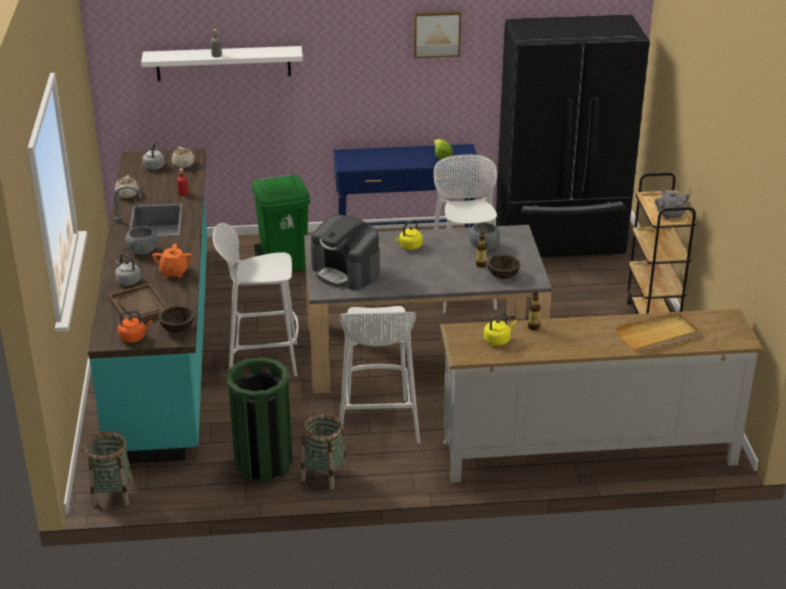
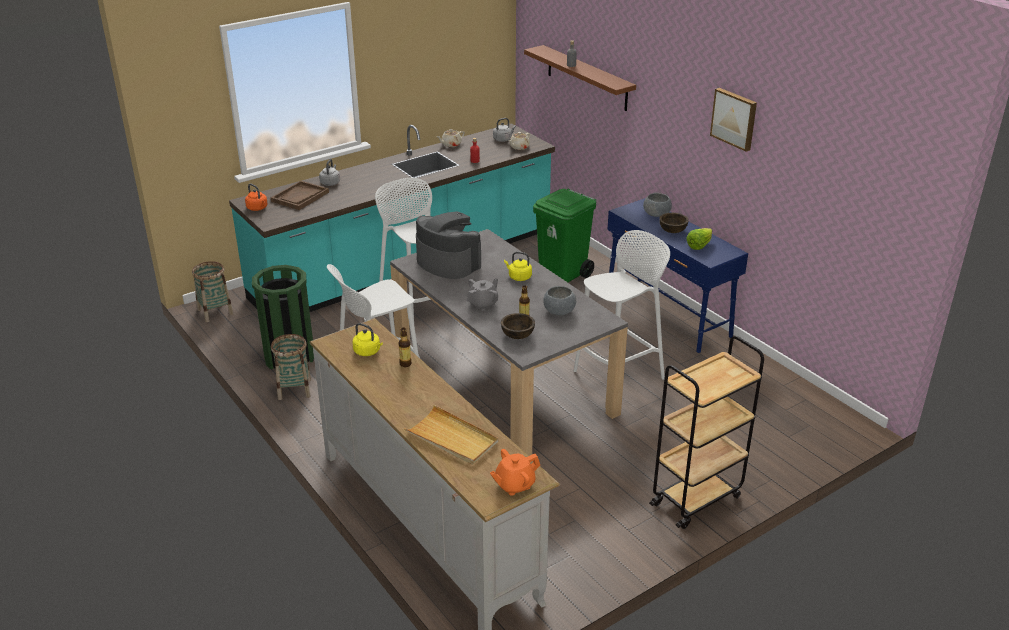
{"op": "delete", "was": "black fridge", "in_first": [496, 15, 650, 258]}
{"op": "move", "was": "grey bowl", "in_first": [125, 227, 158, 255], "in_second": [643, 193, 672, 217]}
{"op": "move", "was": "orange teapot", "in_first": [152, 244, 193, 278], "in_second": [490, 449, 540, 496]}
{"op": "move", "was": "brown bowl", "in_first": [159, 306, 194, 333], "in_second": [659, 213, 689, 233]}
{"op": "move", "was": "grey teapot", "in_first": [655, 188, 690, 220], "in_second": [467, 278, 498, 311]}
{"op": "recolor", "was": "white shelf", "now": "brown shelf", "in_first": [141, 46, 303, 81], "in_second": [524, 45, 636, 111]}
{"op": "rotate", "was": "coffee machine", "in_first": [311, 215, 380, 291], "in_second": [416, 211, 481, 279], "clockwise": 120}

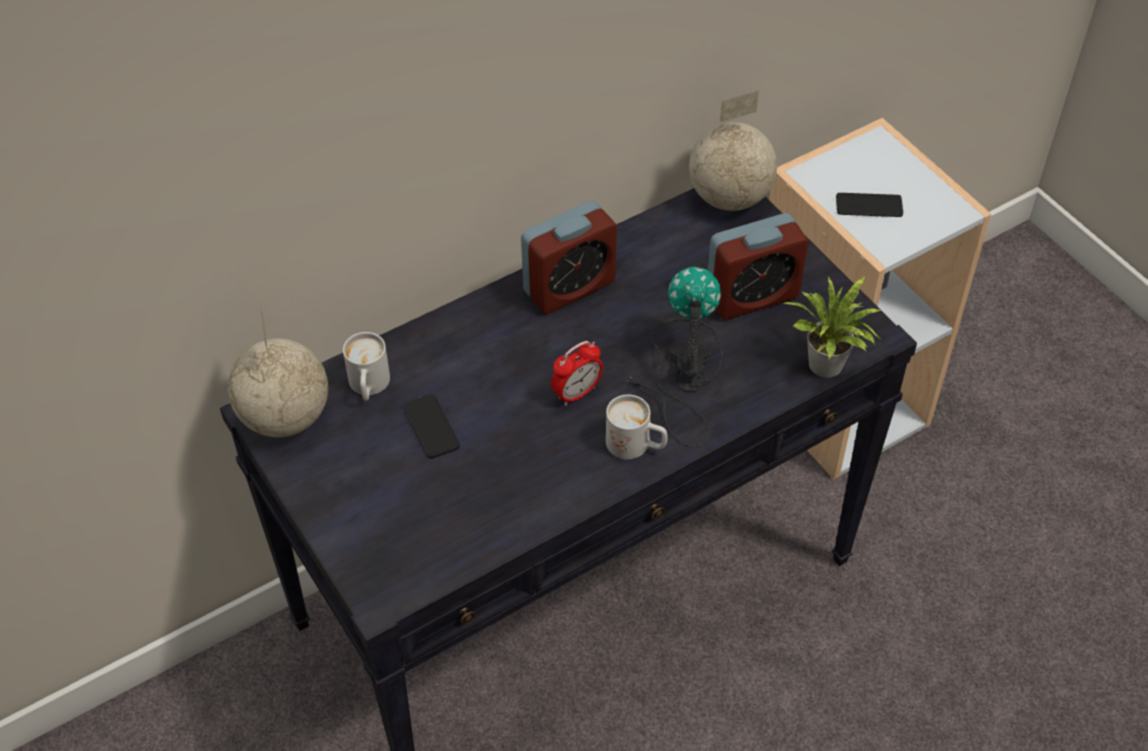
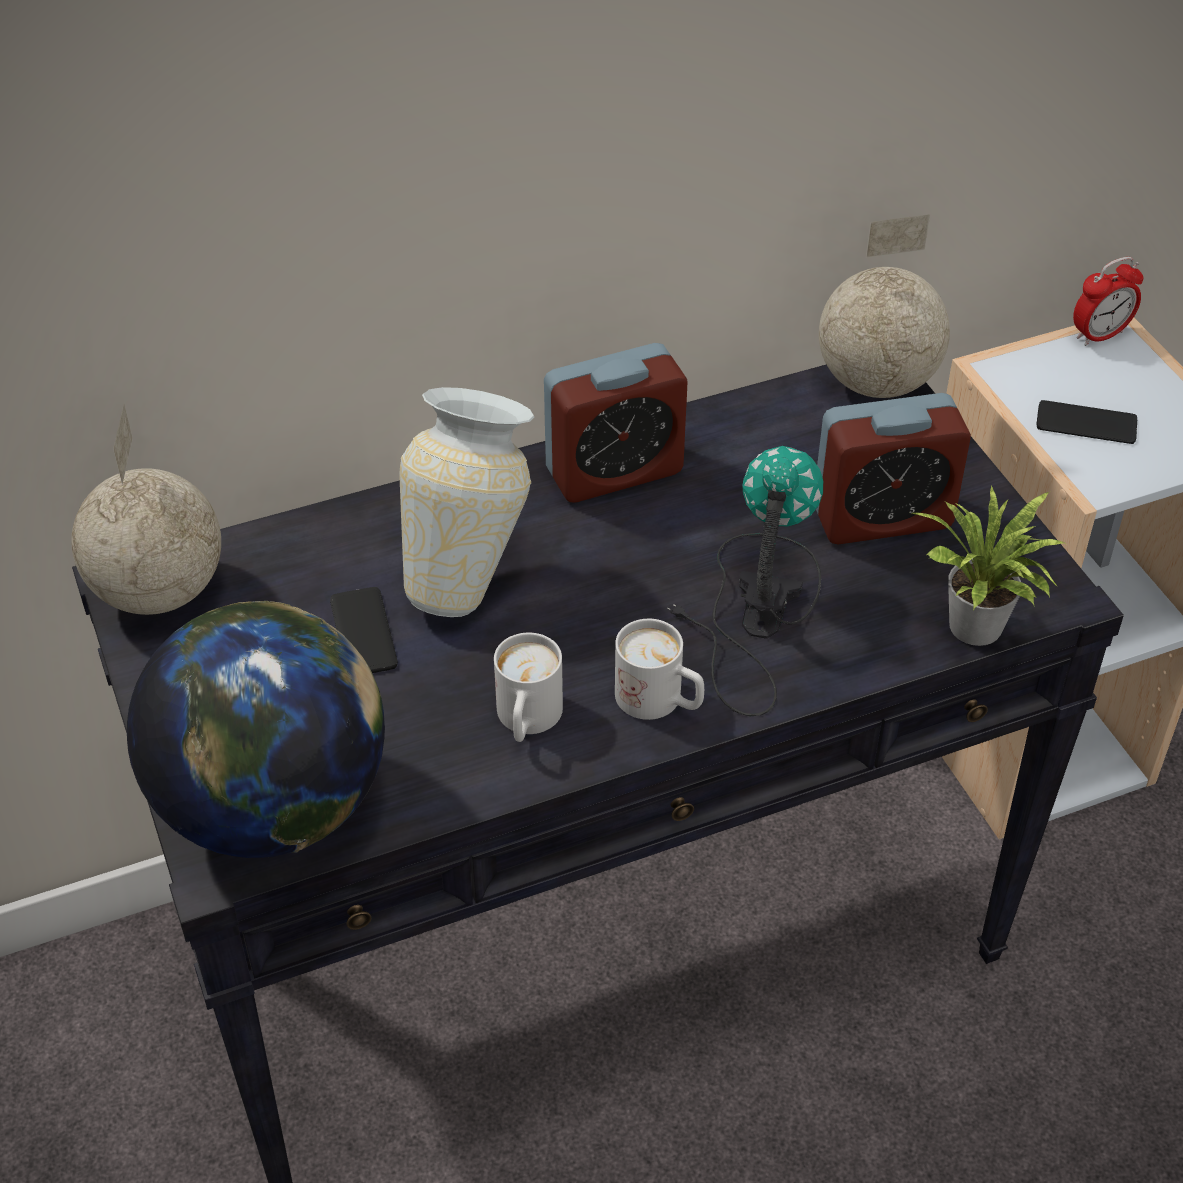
{"op": "insert", "now": "globe", "in_second": [127, 601, 385, 858]}
{"op": "insert", "now": "vase", "in_second": [399, 387, 534, 617]}
{"op": "move", "was": "white mug", "in_first": [343, 332, 390, 401], "in_second": [494, 632, 563, 742]}
{"op": "move", "was": "alarm clock", "in_first": [551, 341, 603, 406], "in_second": [1073, 257, 1143, 346]}

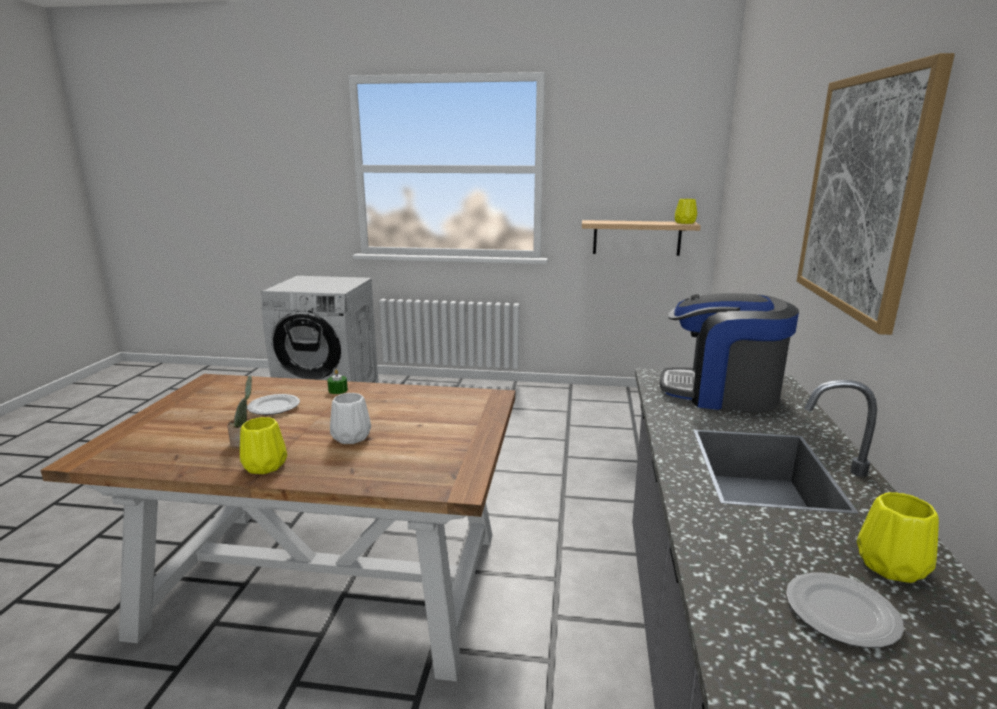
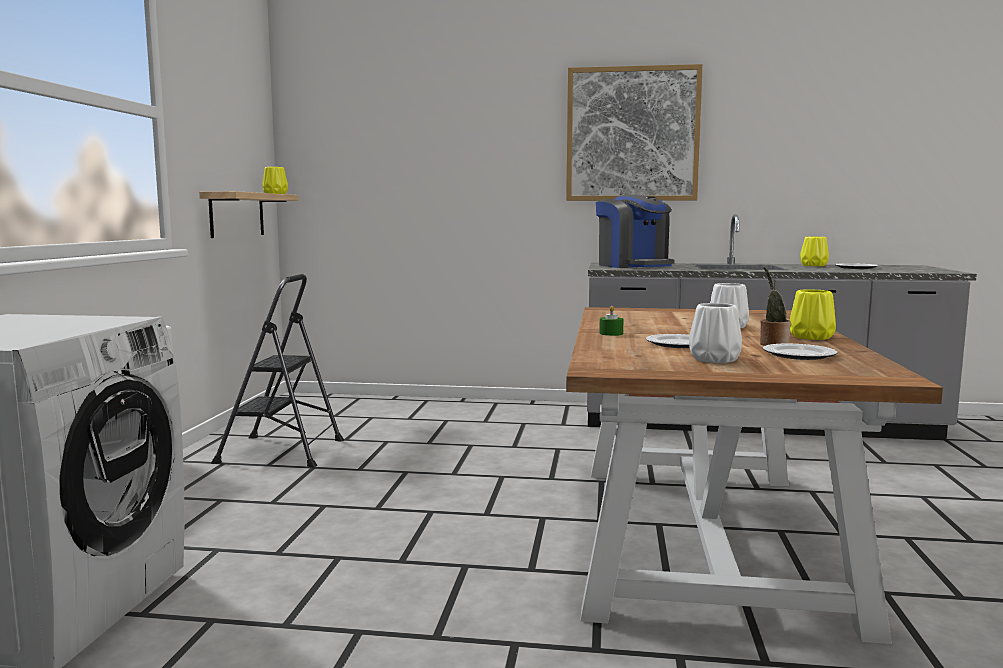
{"op": "insert", "now": "black step ladder", "in_second": [211, 274, 344, 467]}
{"op": "insert", "now": "white vase", "in_second": [689, 303, 742, 363]}
{"op": "insert", "now": "plate", "in_second": [763, 343, 837, 360]}
{"op": "rotate", "was": "coffee machine", "in_first": [660, 293, 799, 412], "in_second": [596, 195, 674, 268], "clockwise": -45}

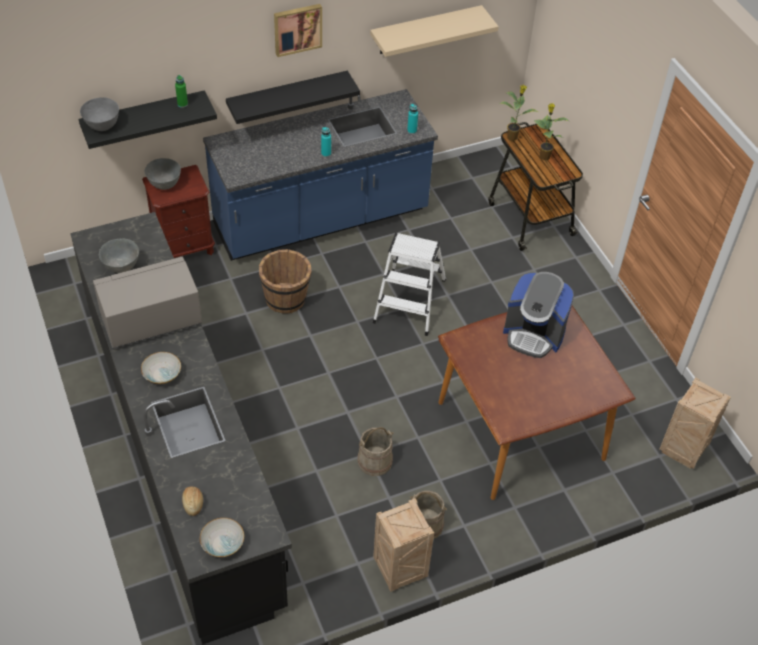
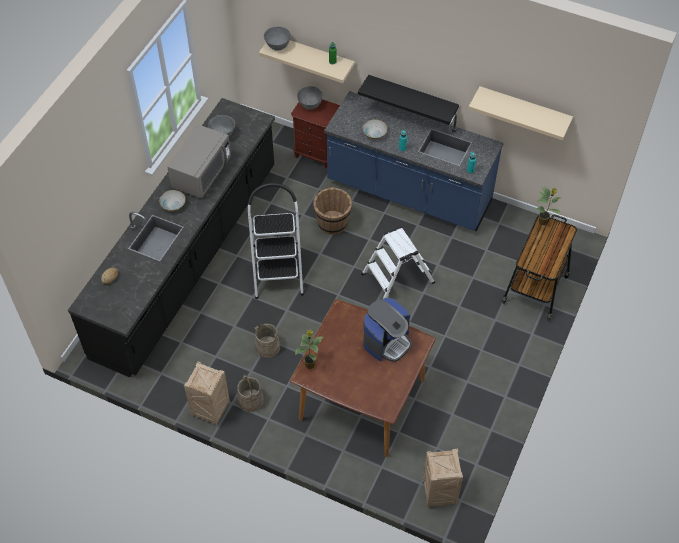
{"op": "delete", "was": "picture", "in_first": [274, 4, 322, 57]}
{"op": "insert", "now": "step ladder", "in_second": [248, 183, 304, 299]}
{"op": "move", "was": "bowl", "in_first": [200, 518, 244, 557], "in_second": [362, 119, 388, 139]}
{"op": "move", "was": "potted plant", "in_first": [534, 103, 569, 160], "in_second": [295, 330, 323, 369]}
{"op": "recolor", "was": "black shelf", "now": "beige shelf", "in_first": [79, 90, 217, 149], "in_second": [259, 40, 355, 83]}
{"op": "rotate", "was": "grey microwave", "in_first": [93, 257, 202, 349], "in_second": [167, 125, 231, 198], "clockwise": 90}
{"op": "rotate", "was": "coffee machine", "in_first": [503, 272, 574, 358], "in_second": [363, 298, 412, 362], "clockwise": -120}

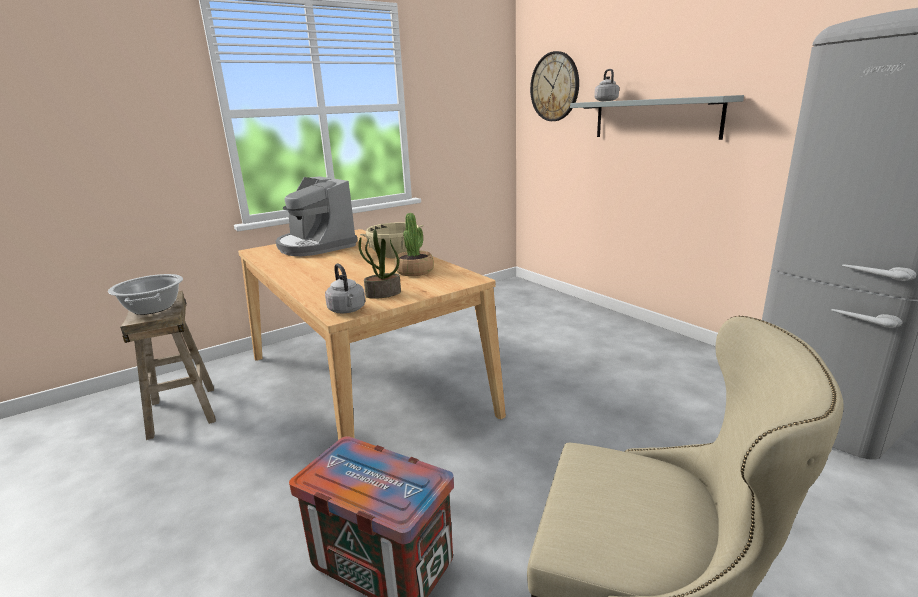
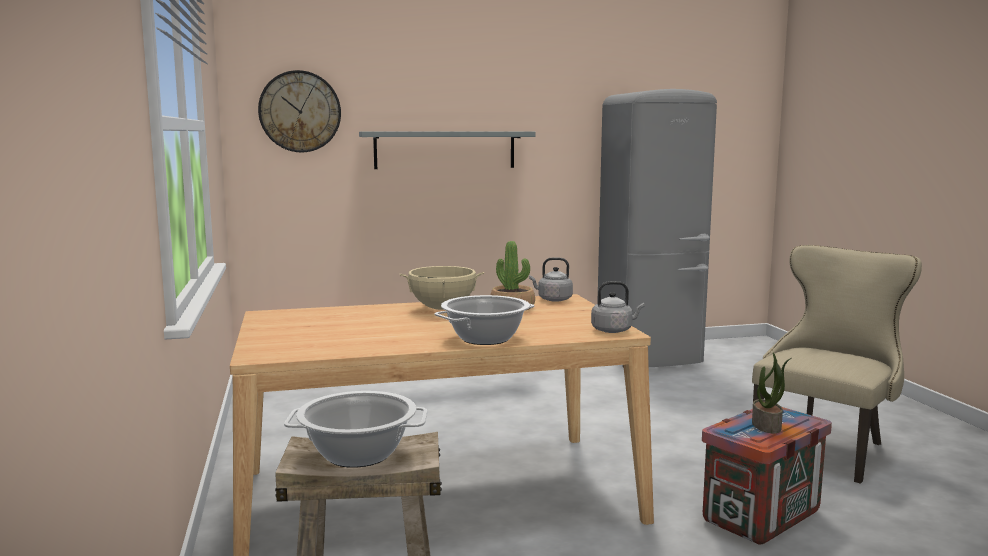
{"op": "delete", "was": "coffee machine", "in_first": [276, 176, 358, 256]}
{"op": "insert", "now": "cooking pot", "in_second": [435, 295, 535, 345]}
{"op": "move", "was": "potted plant", "in_first": [358, 230, 401, 299], "in_second": [752, 353, 791, 433]}
{"op": "move", "was": "grey kettle", "in_first": [594, 69, 619, 101], "in_second": [529, 257, 573, 302]}

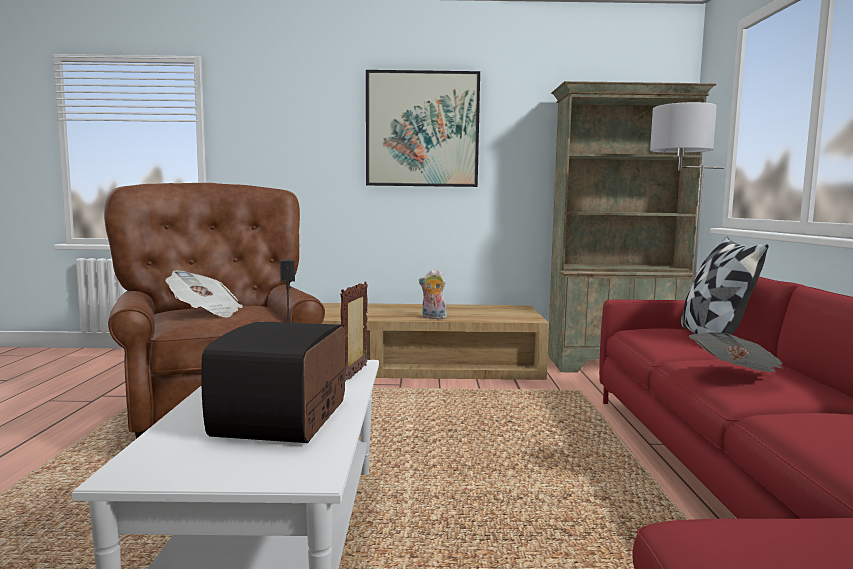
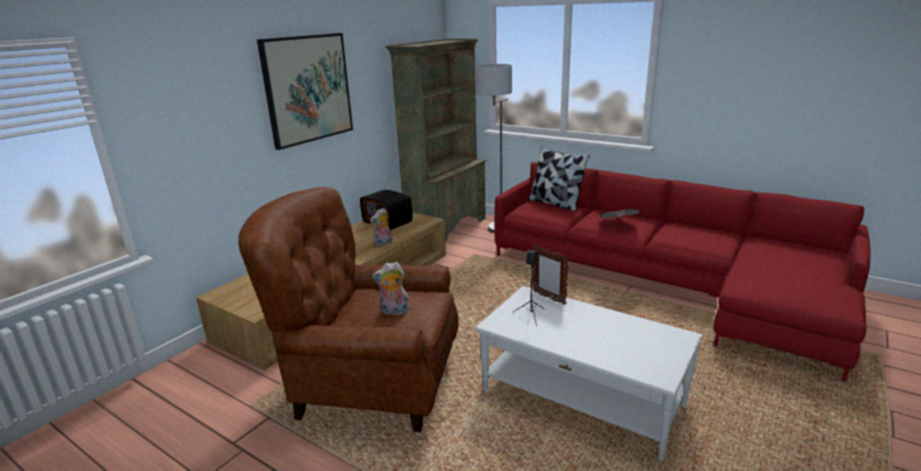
{"op": "move", "was": "radio", "in_first": [201, 321, 345, 443], "in_second": [360, 190, 412, 230]}
{"op": "replace", "was": "newspaper", "now": "plush toy", "in_first": [166, 270, 243, 318], "in_second": [372, 262, 409, 315]}

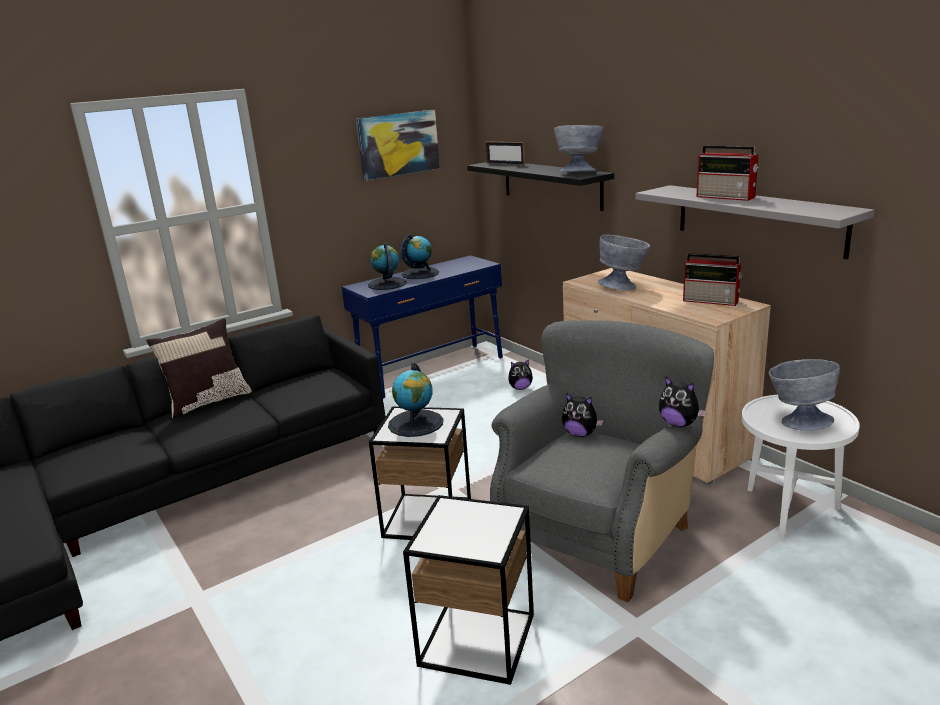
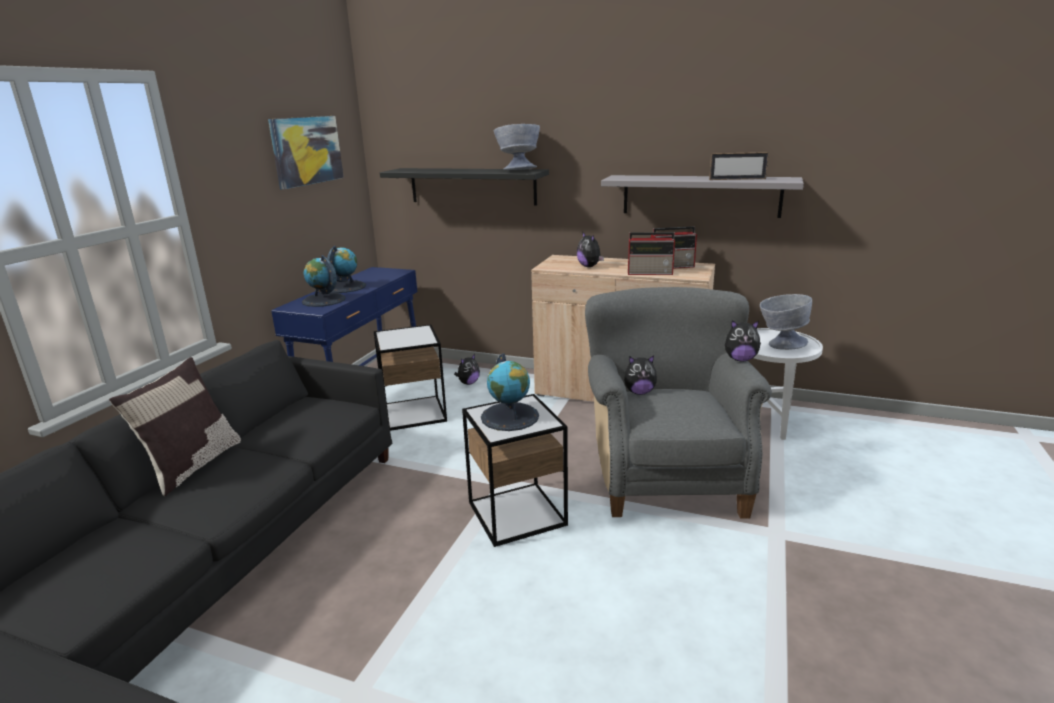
{"op": "move", "was": "side table", "in_first": [403, 495, 534, 685], "in_second": [374, 325, 447, 431]}
{"op": "move", "was": "picture frame", "in_first": [485, 142, 525, 165], "in_second": [709, 152, 769, 180]}
{"op": "move", "was": "radio", "in_first": [696, 145, 759, 201], "in_second": [628, 232, 676, 275]}
{"op": "replace", "was": "grey bowl", "now": "plush toy", "in_first": [598, 235, 650, 291], "in_second": [577, 231, 604, 267]}

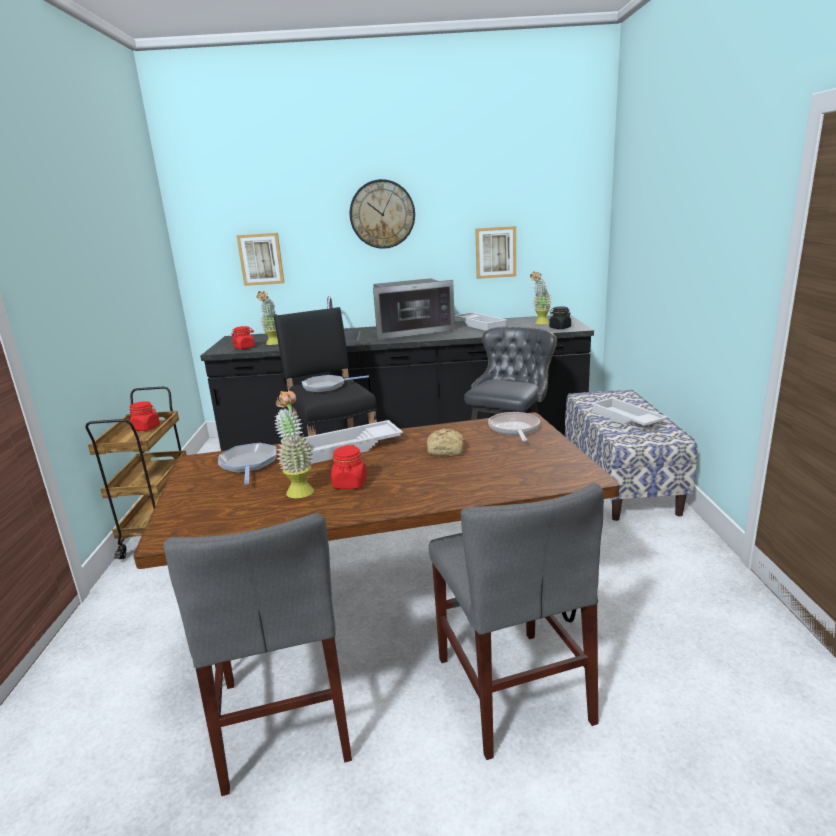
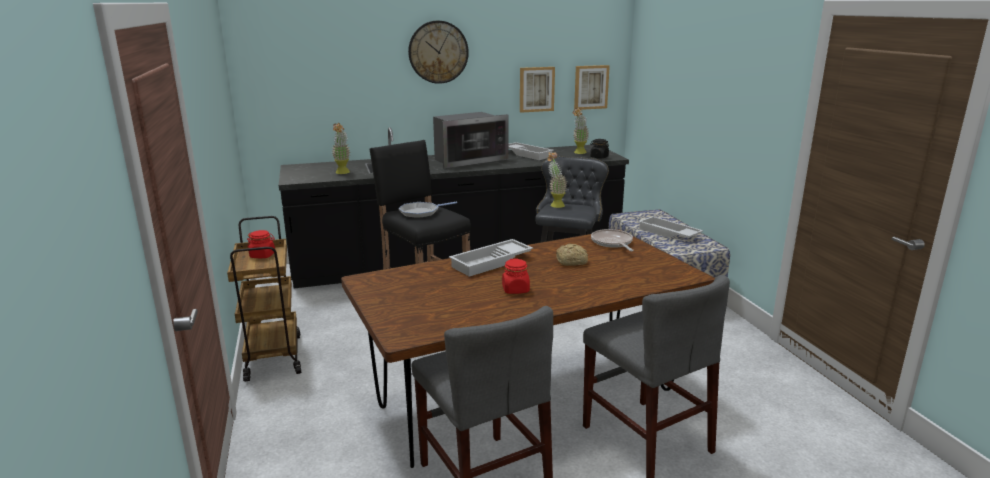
{"op": "delete", "was": "frying pan", "in_first": [218, 443, 277, 485]}
{"op": "delete", "was": "red jar", "in_first": [231, 326, 255, 349]}
{"op": "move", "was": "picture", "in_first": [236, 233, 285, 286], "in_second": [574, 65, 610, 110]}
{"op": "move", "was": "potted plant", "in_first": [274, 391, 314, 498], "in_second": [547, 152, 567, 208]}

